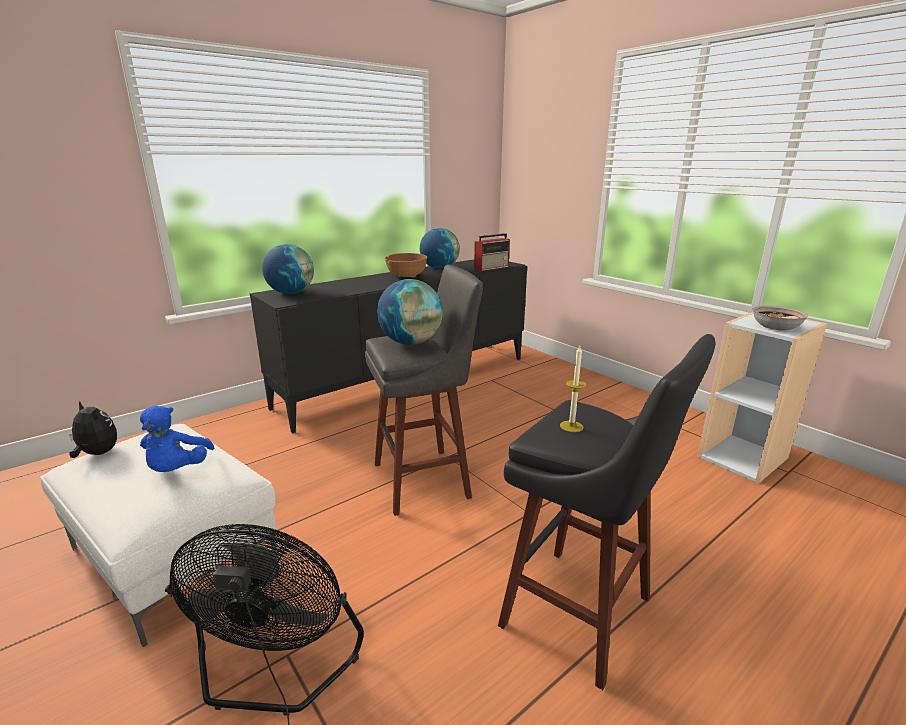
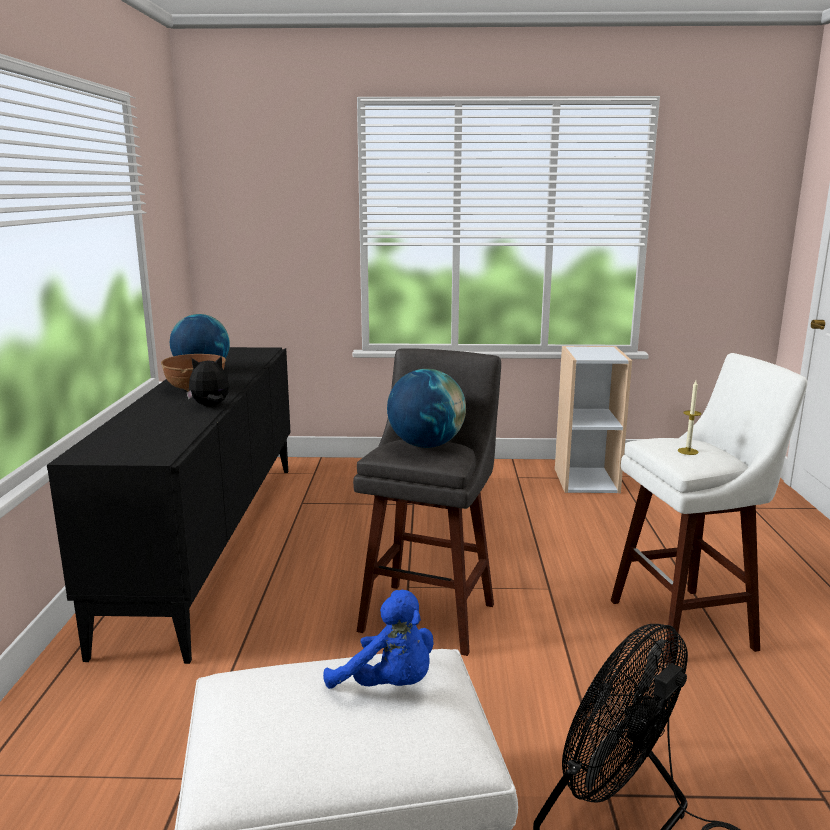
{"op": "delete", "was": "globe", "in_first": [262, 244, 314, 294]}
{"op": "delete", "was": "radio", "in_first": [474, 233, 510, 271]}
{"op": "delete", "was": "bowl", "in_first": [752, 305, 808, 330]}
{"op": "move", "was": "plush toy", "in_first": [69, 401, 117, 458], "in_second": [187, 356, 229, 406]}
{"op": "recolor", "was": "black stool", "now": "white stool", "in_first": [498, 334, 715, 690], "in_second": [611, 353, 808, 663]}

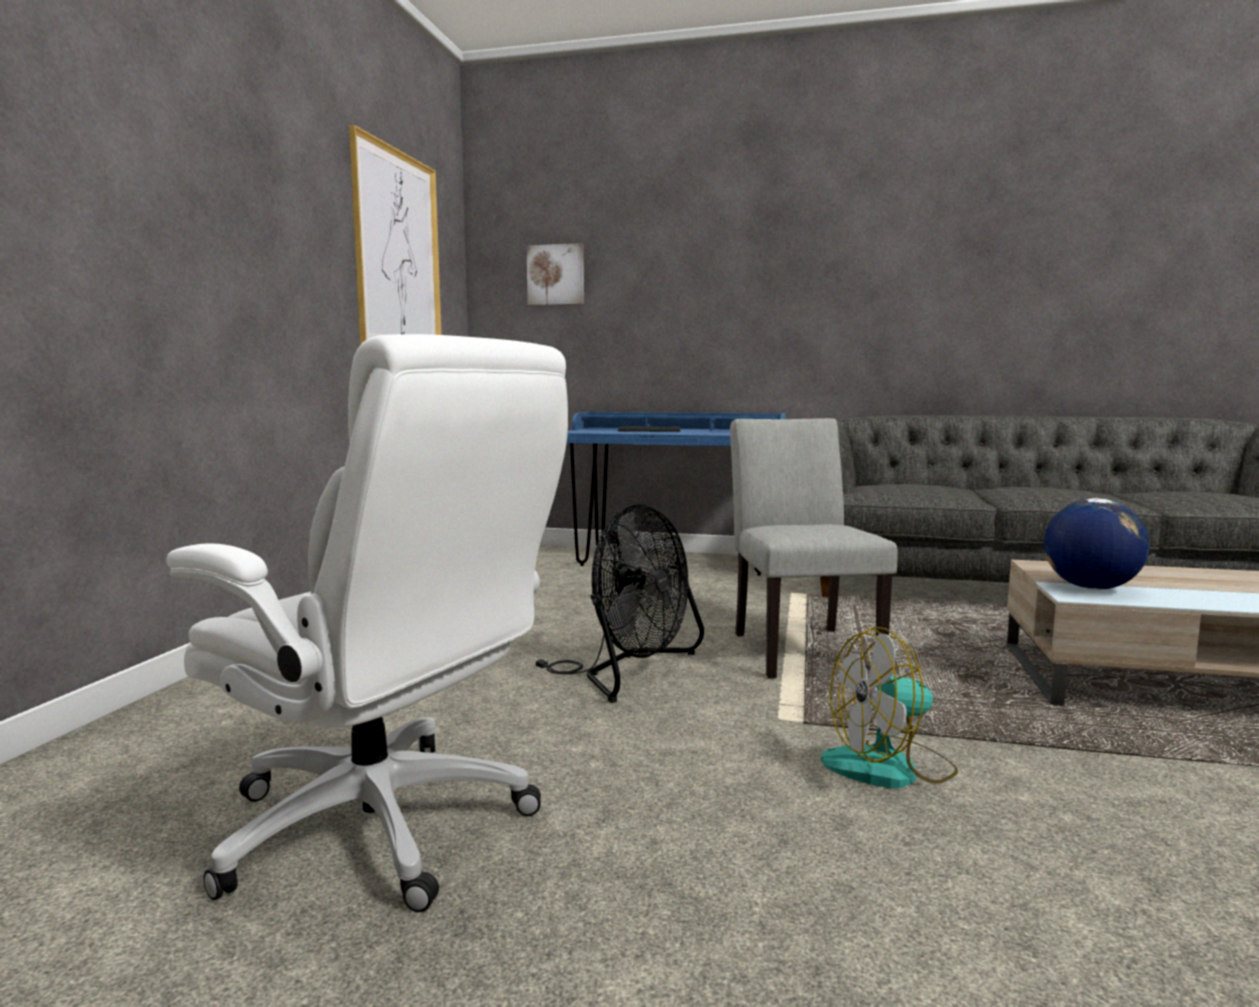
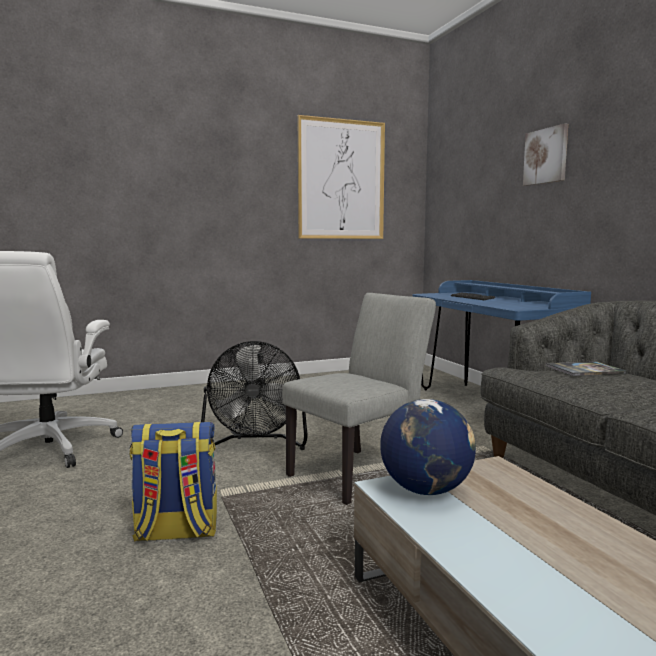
{"op": "insert", "now": "book", "in_second": [546, 362, 628, 376]}
{"op": "move", "was": "picture", "in_first": [526, 243, 584, 306], "in_second": [523, 123, 568, 186]}
{"op": "replace", "was": "fan", "now": "backpack", "in_first": [821, 627, 958, 789], "in_second": [129, 422, 217, 542]}

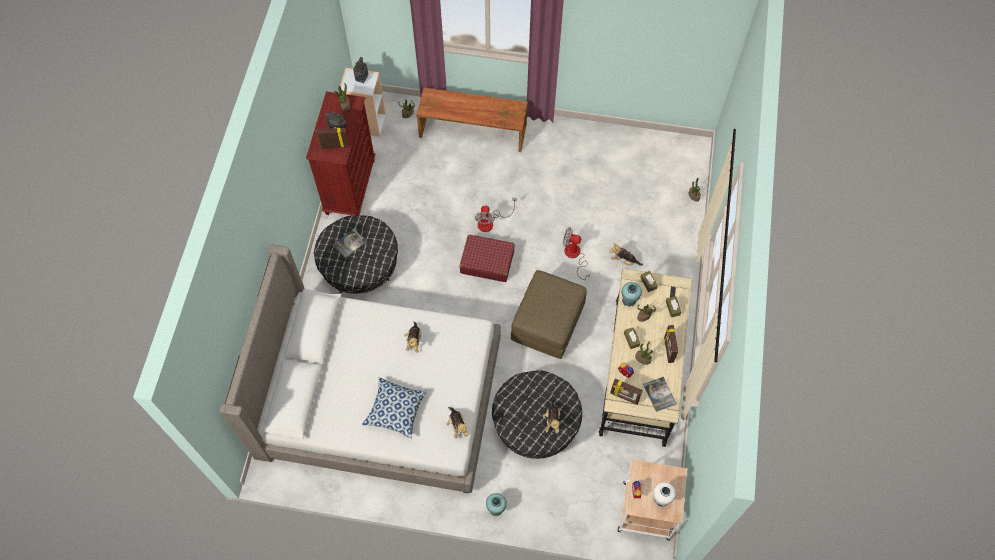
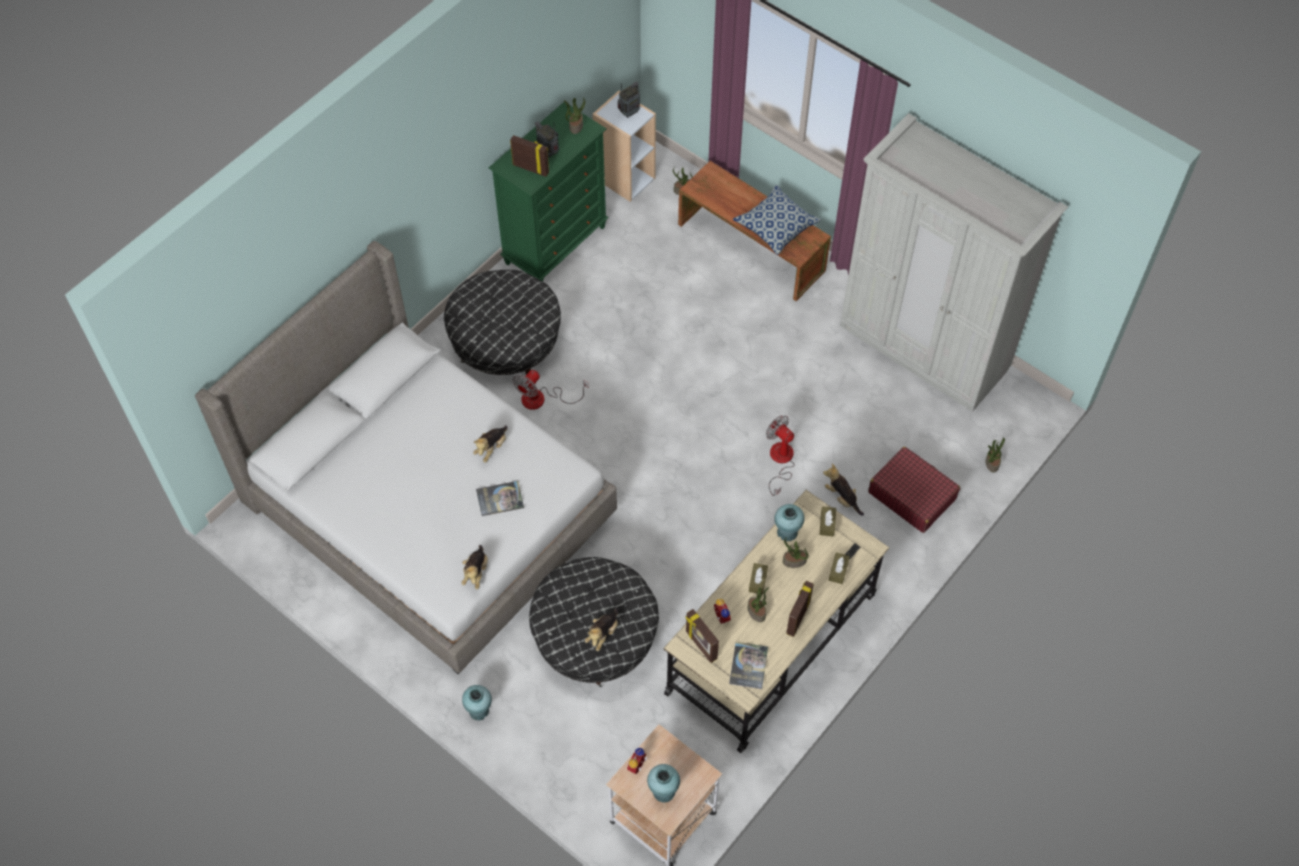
{"op": "delete", "was": "brown ottoman", "in_first": [511, 270, 587, 359]}
{"op": "insert", "now": "white wardrobe", "in_second": [840, 113, 1068, 412]}
{"op": "move", "was": "book", "in_first": [333, 229, 367, 258], "in_second": [476, 481, 524, 516]}
{"op": "move", "was": "pillow", "in_first": [362, 377, 427, 438], "in_second": [733, 185, 821, 255]}
{"op": "move", "was": "red suitcase", "in_first": [460, 235, 515, 282], "in_second": [868, 447, 960, 533]}
{"op": "move", "was": "fan", "in_first": [475, 198, 517, 232], "in_second": [513, 370, 588, 410]}
{"op": "recolor", "was": "red dresser", "now": "green dresser", "in_first": [306, 92, 376, 215], "in_second": [489, 102, 609, 282]}
{"op": "recolor", "was": "white vase", "now": "turquoise vase", "in_first": [653, 482, 676, 507], "in_second": [647, 764, 680, 803]}

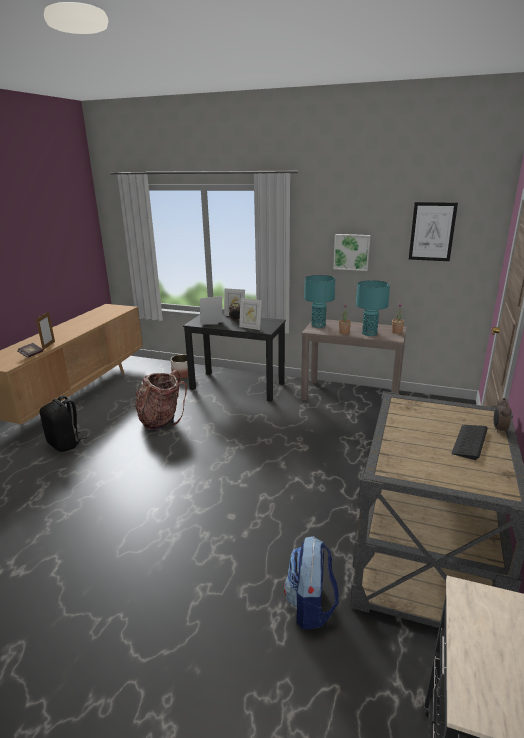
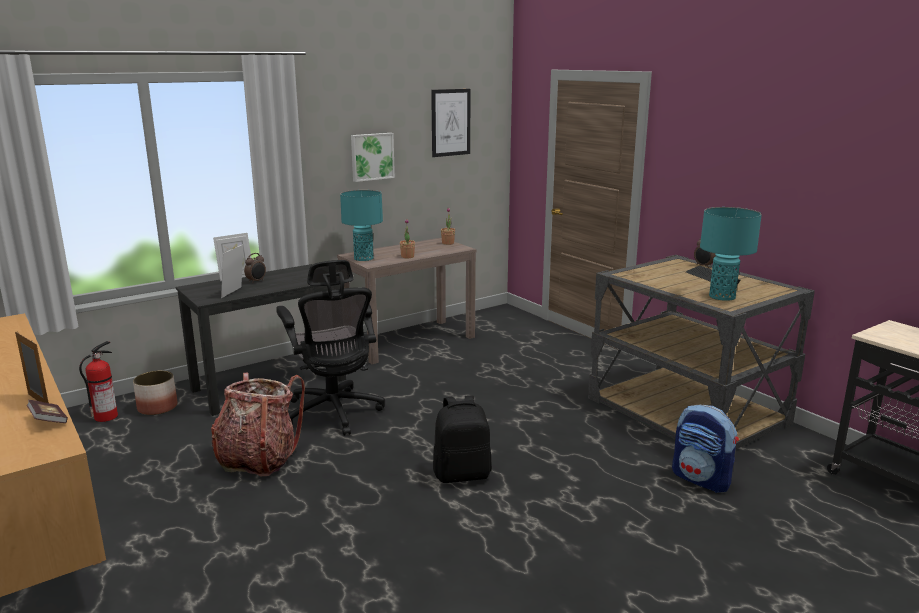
{"op": "delete", "was": "picture frame", "in_first": [239, 298, 262, 330]}
{"op": "insert", "now": "fire extinguisher", "in_second": [79, 341, 118, 422]}
{"op": "insert", "now": "office chair", "in_second": [276, 260, 385, 436]}
{"op": "move", "was": "black backpack", "in_first": [40, 396, 87, 452], "in_second": [433, 395, 492, 483]}
{"op": "move", "was": "turquoise table lamp", "in_first": [356, 280, 390, 336], "in_second": [700, 207, 762, 301]}

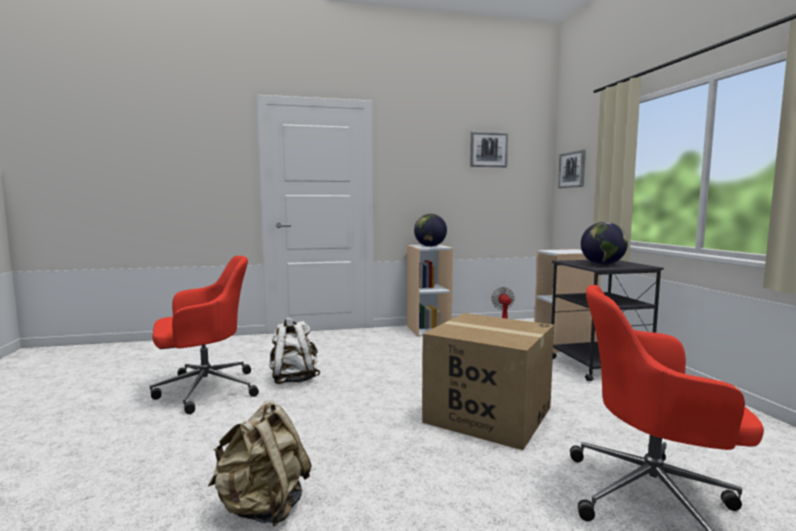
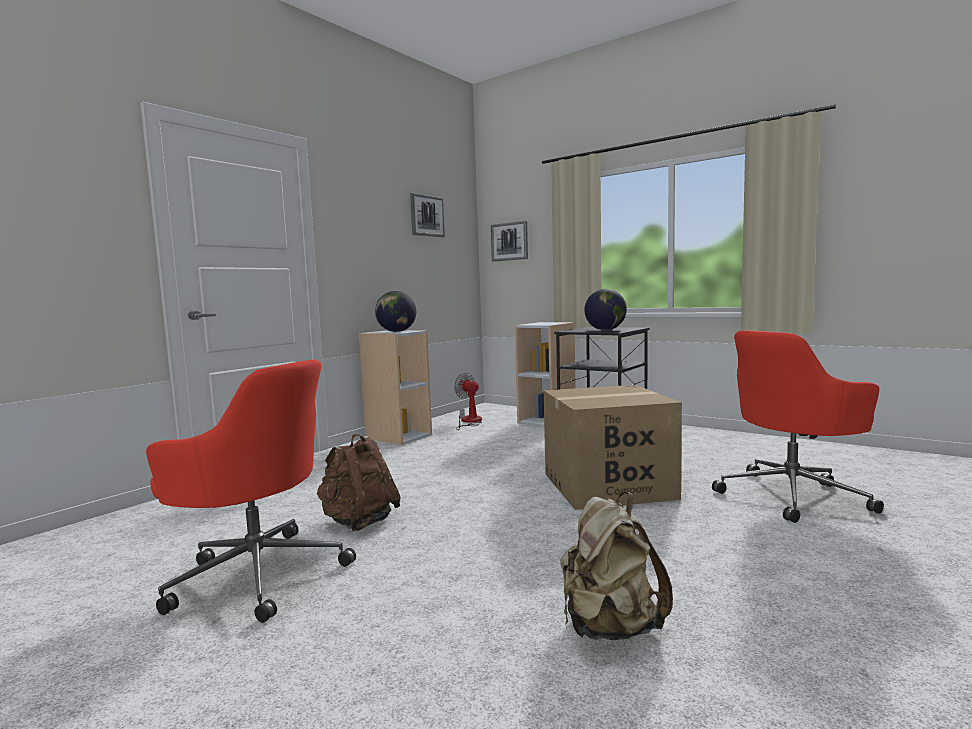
{"op": "recolor", "was": "white backpack", "now": "brown backpack", "in_first": [269, 318, 320, 384], "in_second": [317, 434, 401, 532]}
{"op": "rotate", "was": "red office chair", "in_first": [150, 256, 259, 414], "in_second": [146, 359, 356, 623], "clockwise": 90}

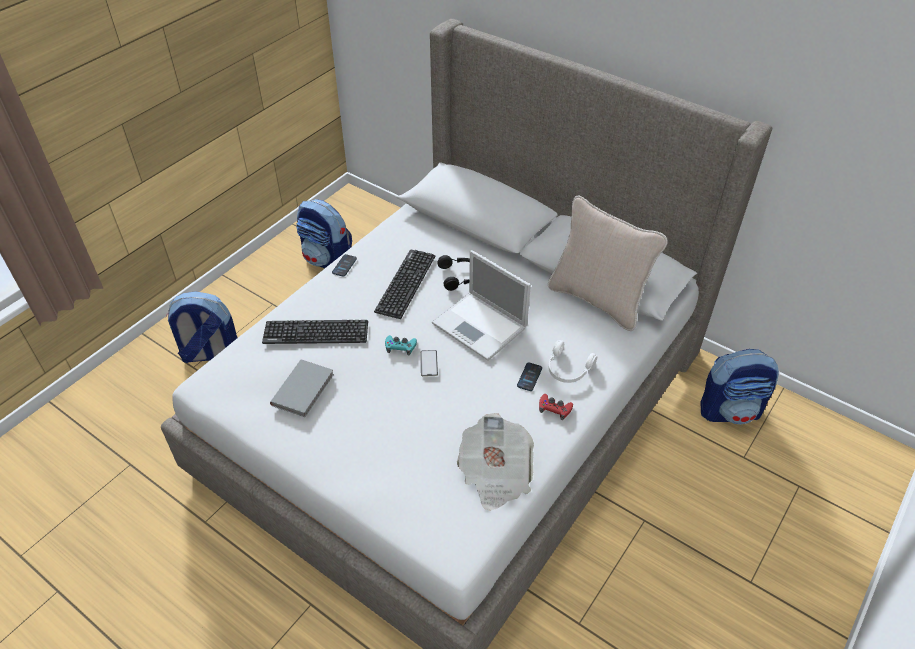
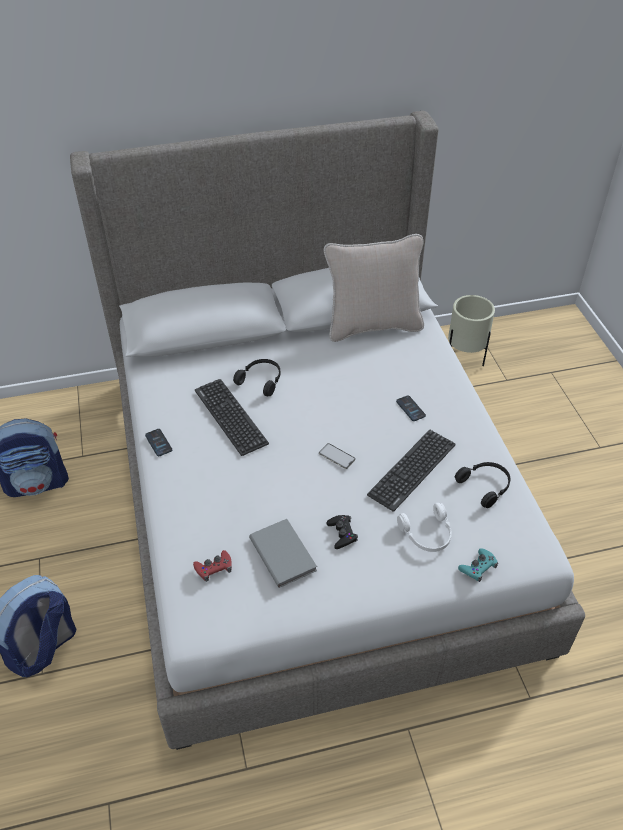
{"op": "delete", "was": "laptop", "in_first": [432, 250, 531, 361]}
{"op": "insert", "now": "black game controller", "in_second": [326, 515, 358, 549]}
{"op": "move", "was": "keyboard", "in_first": [262, 320, 368, 344], "in_second": [367, 430, 455, 512]}
{"op": "move", "was": "turquoise game controller", "in_first": [385, 335, 417, 355], "in_second": [458, 548, 498, 582]}
{"op": "move", "was": "red game controller", "in_first": [539, 394, 573, 420], "in_second": [193, 550, 232, 582]}
{"op": "move", "was": "white headphones", "in_first": [548, 340, 597, 383], "in_second": [397, 503, 452, 552]}
{"op": "replace", "was": "newspaper", "now": "black headphones", "in_first": [457, 413, 534, 511], "in_second": [455, 462, 511, 508]}
{"op": "replace", "was": "backpack", "now": "beige planter", "in_first": [700, 349, 779, 424], "in_second": [448, 295, 495, 366]}

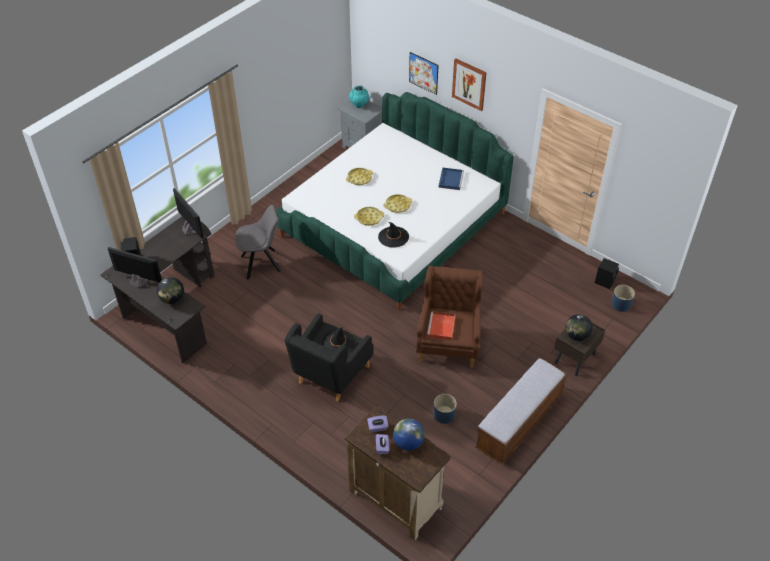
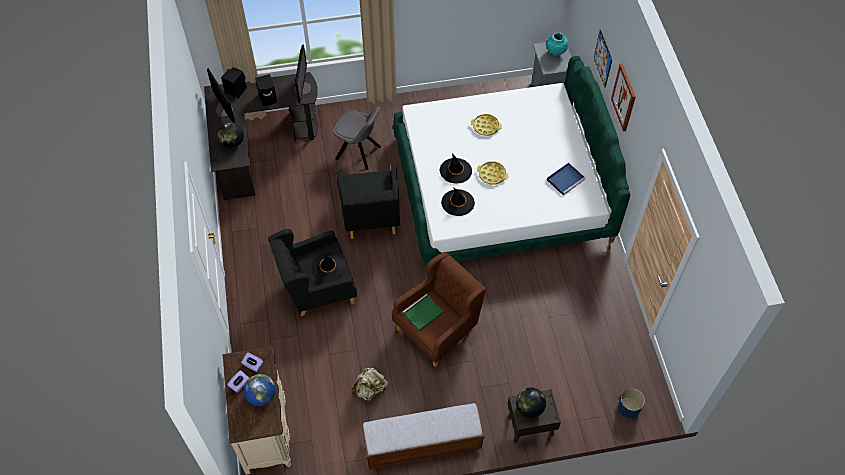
{"op": "insert", "now": "black armchair", "in_second": [336, 164, 400, 239]}
{"op": "move", "was": "black speaker", "in_first": [595, 258, 619, 289], "in_second": [255, 74, 277, 106]}
{"op": "replace", "was": "yellow tray", "now": "black hat", "in_first": [354, 207, 384, 226], "in_second": [440, 153, 472, 184]}
{"op": "replace", "was": "blue planter", "now": "beige backpack", "in_first": [434, 394, 457, 424], "in_second": [351, 368, 388, 401]}
{"op": "recolor", "was": "red tray", "now": "green tray", "in_first": [427, 311, 456, 340], "in_second": [403, 294, 444, 331]}

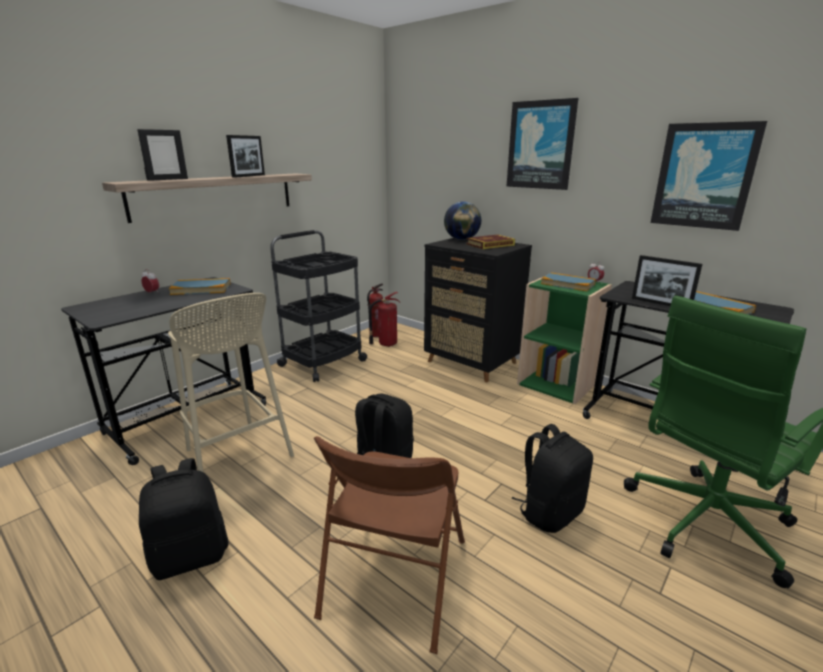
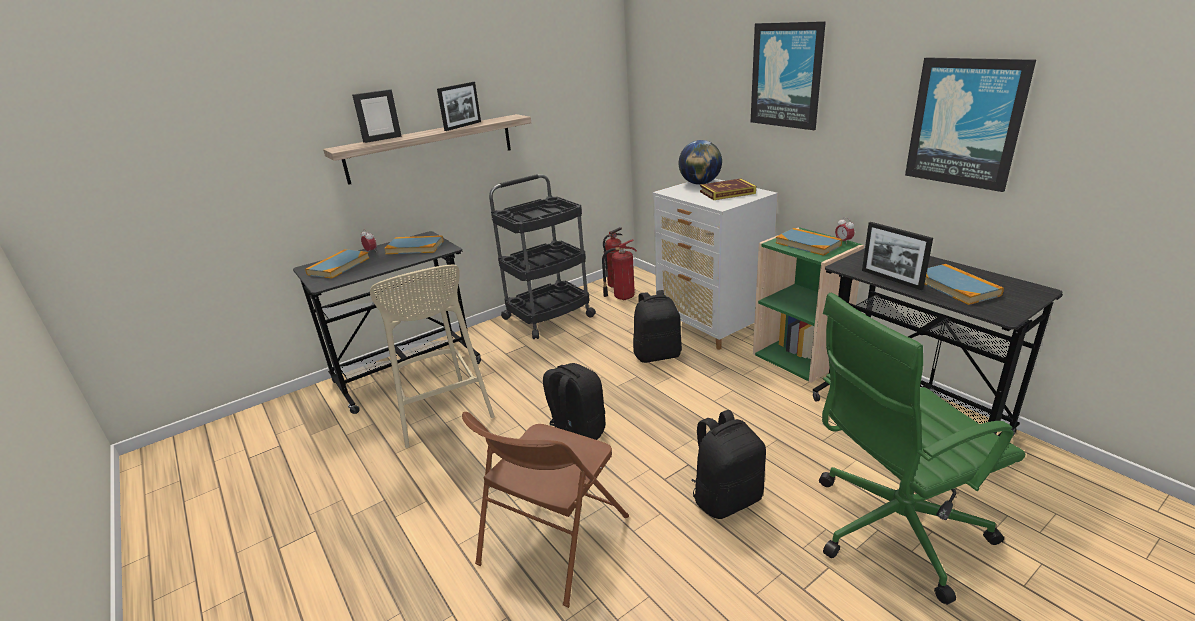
{"op": "insert", "now": "book", "in_second": [305, 249, 369, 279]}
{"op": "move", "was": "black backpack", "in_first": [139, 458, 229, 580], "in_second": [633, 290, 682, 363]}
{"op": "recolor", "was": "black dresser", "now": "white dresser", "in_first": [424, 238, 532, 382], "in_second": [652, 179, 778, 350]}

